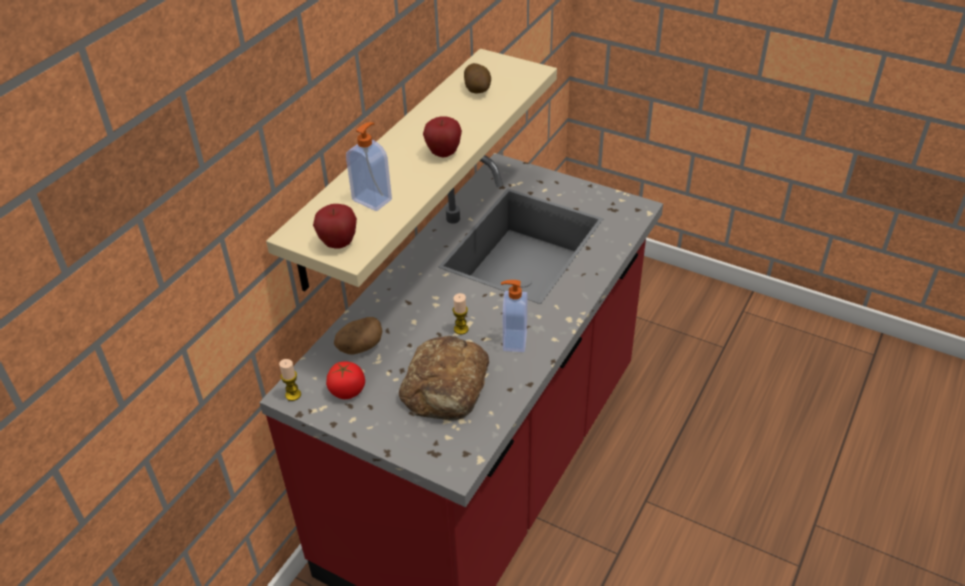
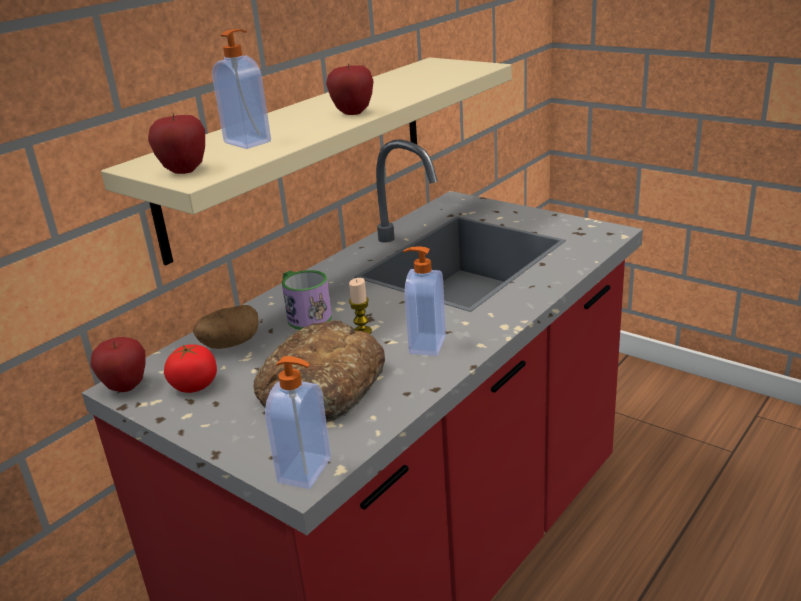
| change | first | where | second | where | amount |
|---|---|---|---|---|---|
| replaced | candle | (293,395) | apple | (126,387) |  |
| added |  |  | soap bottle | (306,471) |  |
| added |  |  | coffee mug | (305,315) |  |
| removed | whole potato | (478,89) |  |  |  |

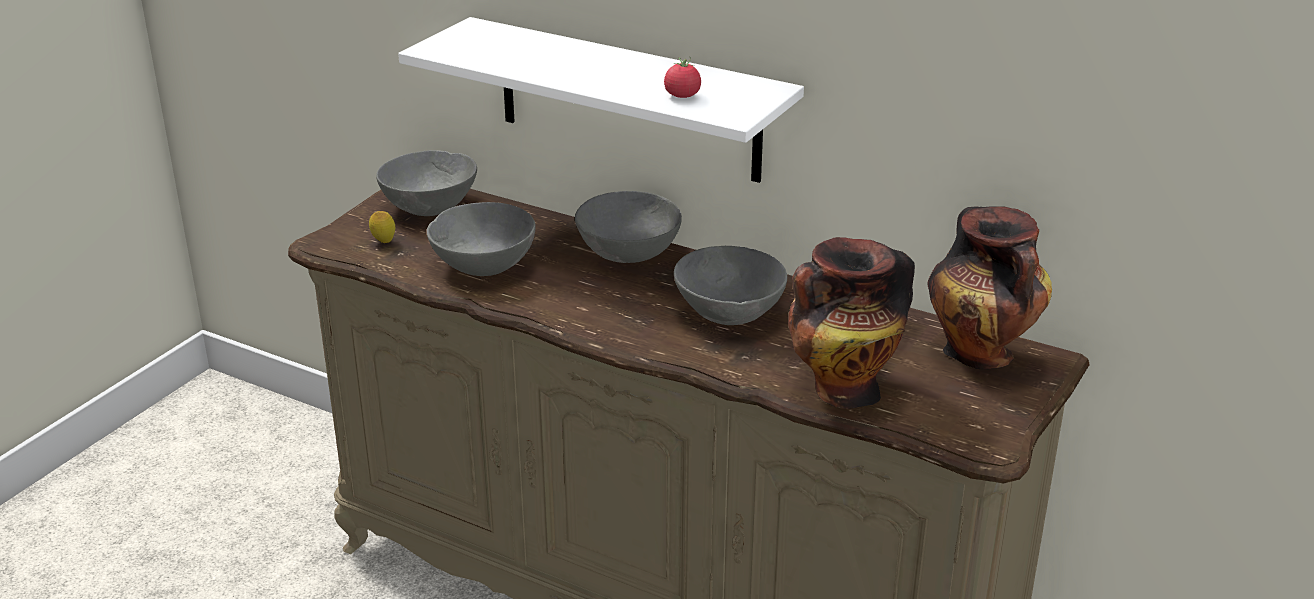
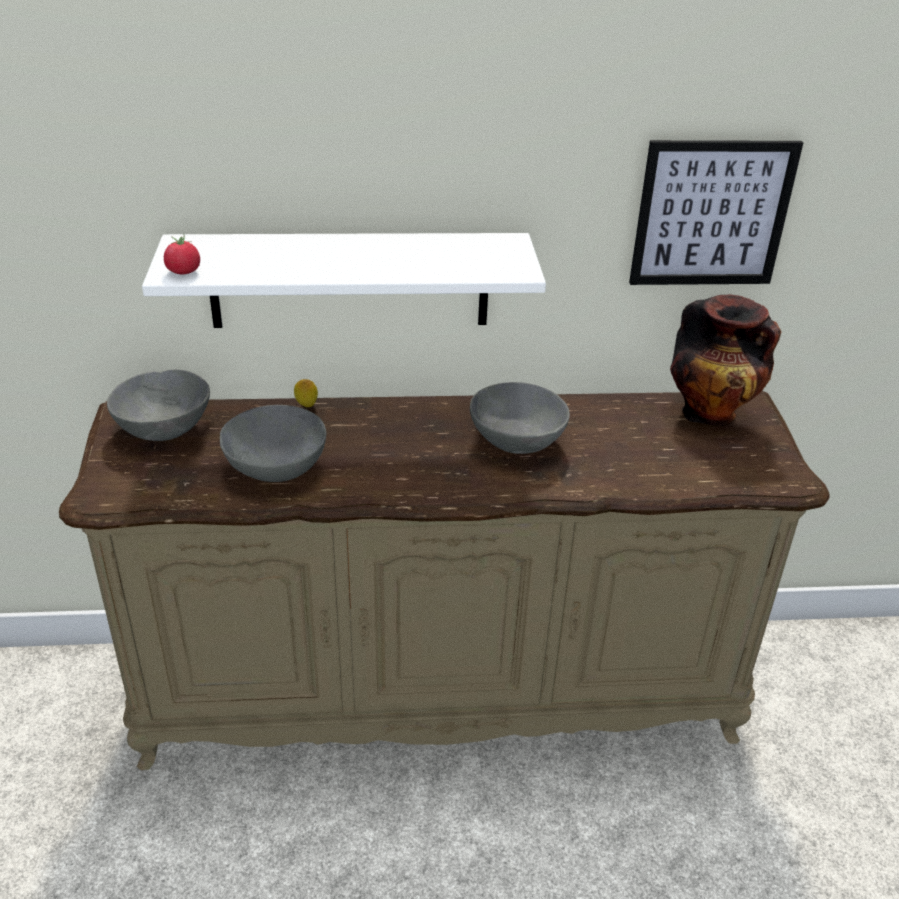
| change | first | where | second | where | amount |
|---|---|---|---|---|---|
| moved | whole tomato | (682,95) |  | (183,272) |  |
| moved | citrus fruit | (383,242) |  | (306,406) |  |
| added |  |  | wall art | (711,214) |  |
| removed | greyish serving bowl | (629,253) |  |  |  |
| removed | decorative vase | (843,390) |  |  |  |

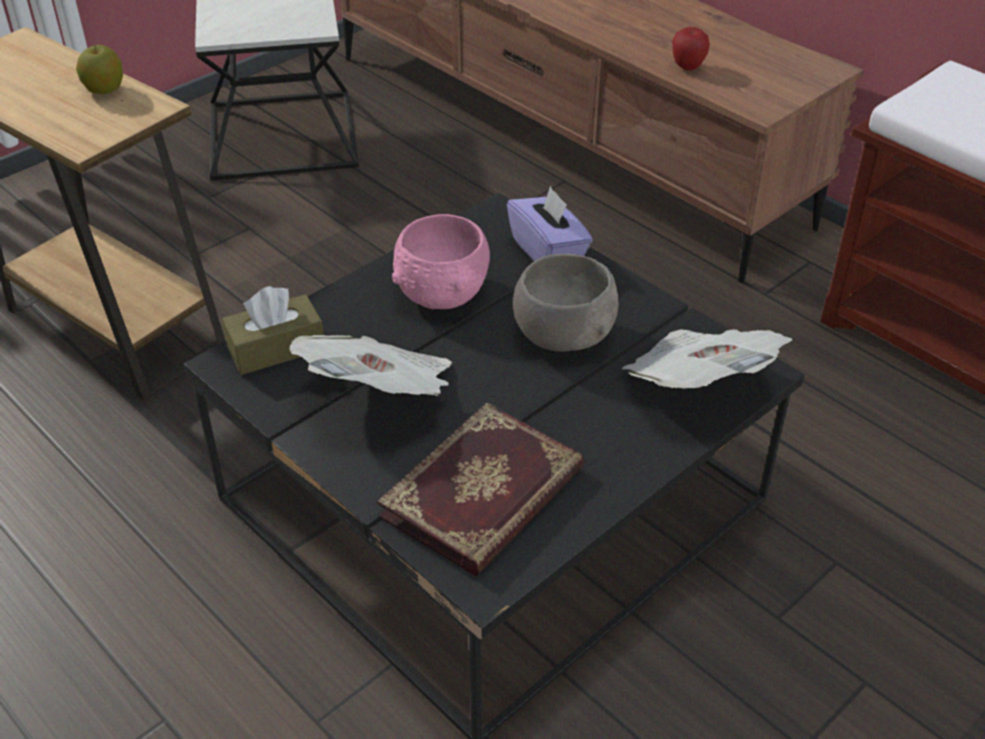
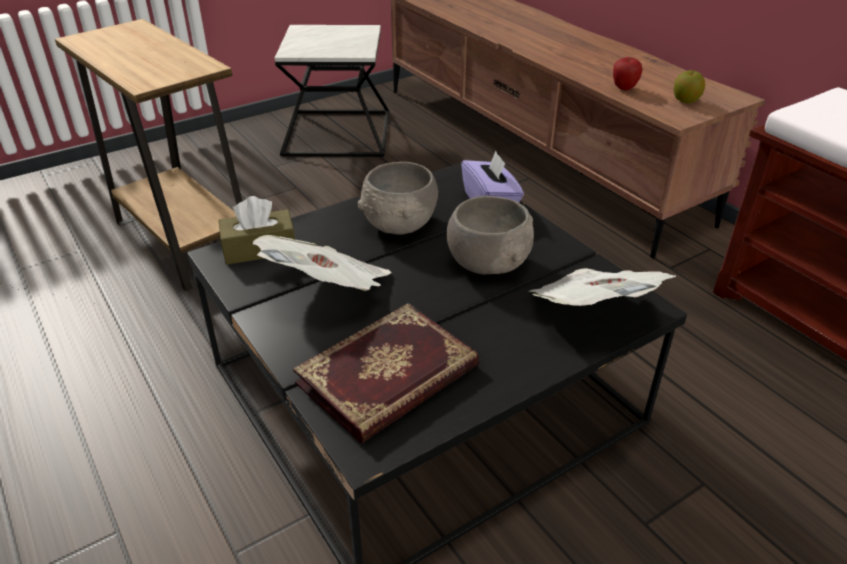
| change | first | where | second | where | amount |
|---|---|---|---|---|---|
| recoloured | pinkish serving bowl | (443,292) | greyish serving bowl | (400,223) |  |
| moved | apple | (105,90) |  | (685,101) |  |

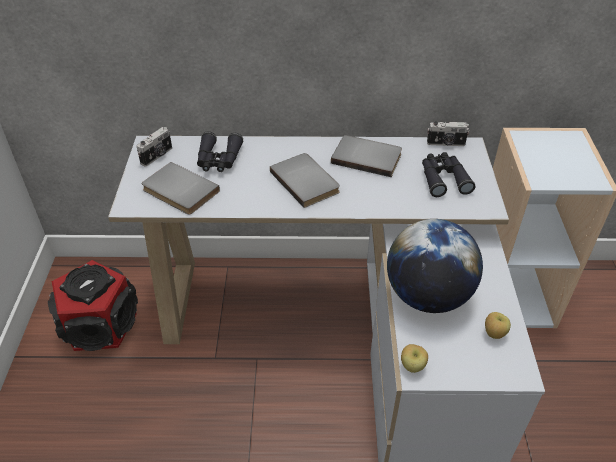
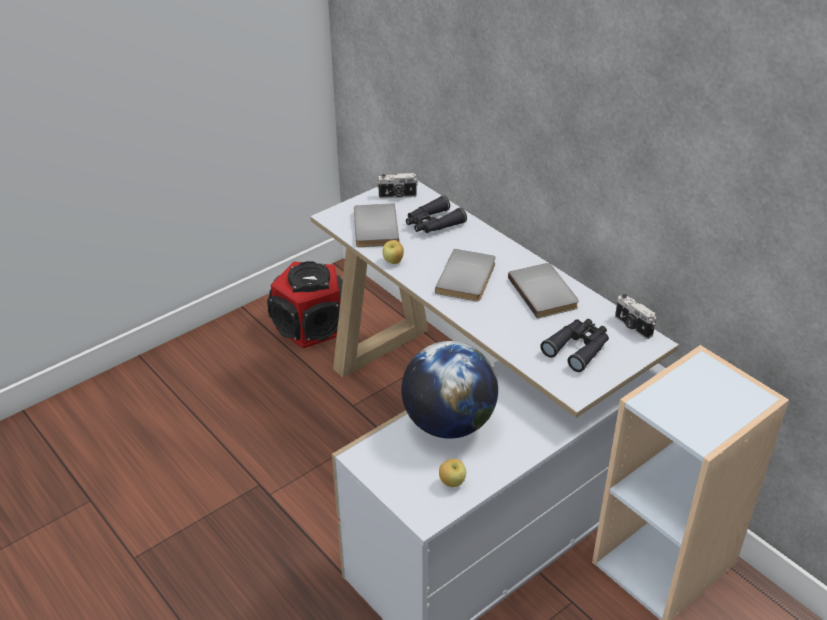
| change | first | where | second | where | amount |
|---|---|---|---|---|---|
| moved | apple | (412,366) |  | (393,261) |  |

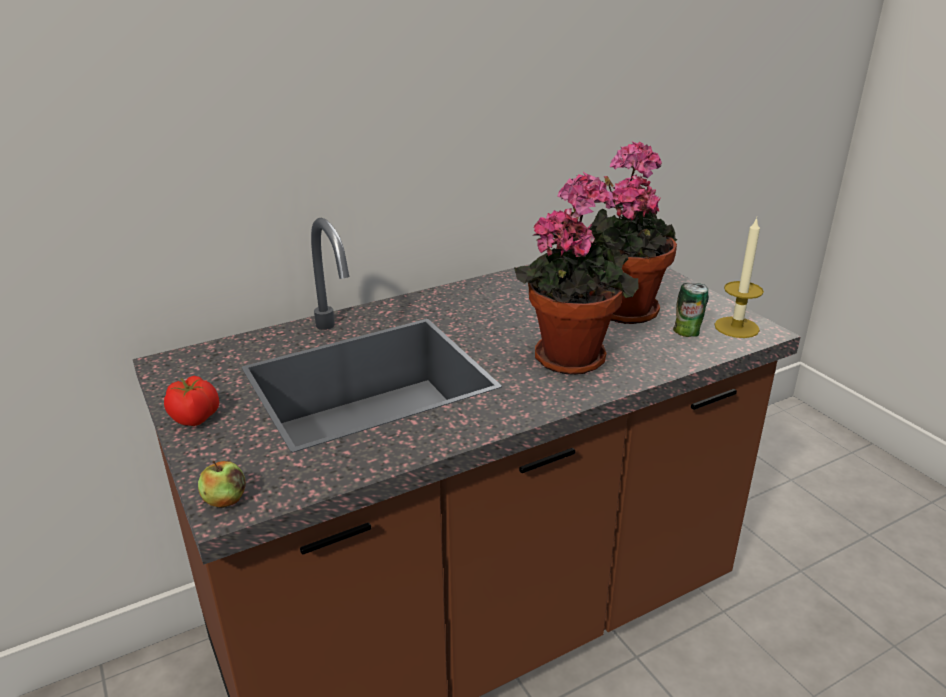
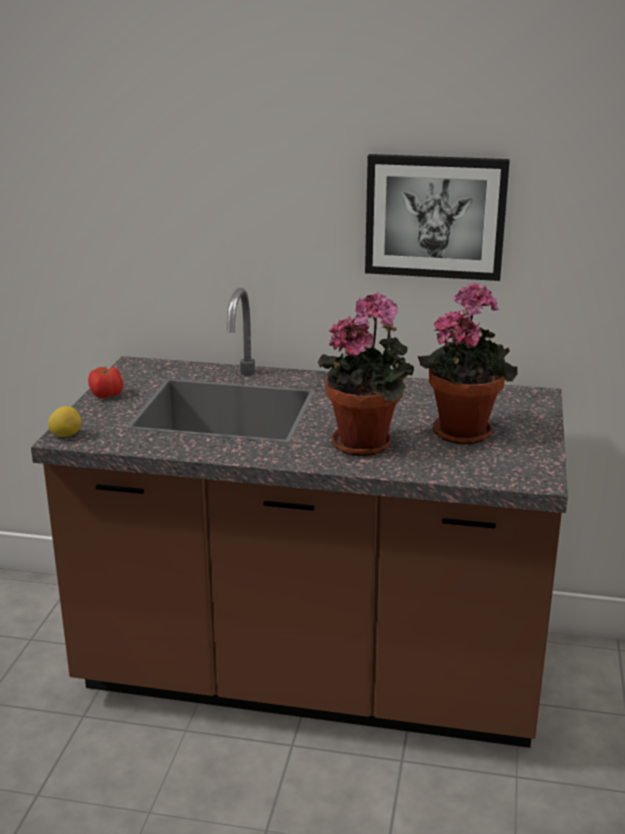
| change | first | where | second | where | amount |
|---|---|---|---|---|---|
| replaced | apple | (225,500) | citrus fruit | (66,435) |  |
| added |  |  | wall art | (435,216) |  |
| removed | sealed can | (687,333) |  |  |  |
| removed | candle | (736,327) |  |  |  |

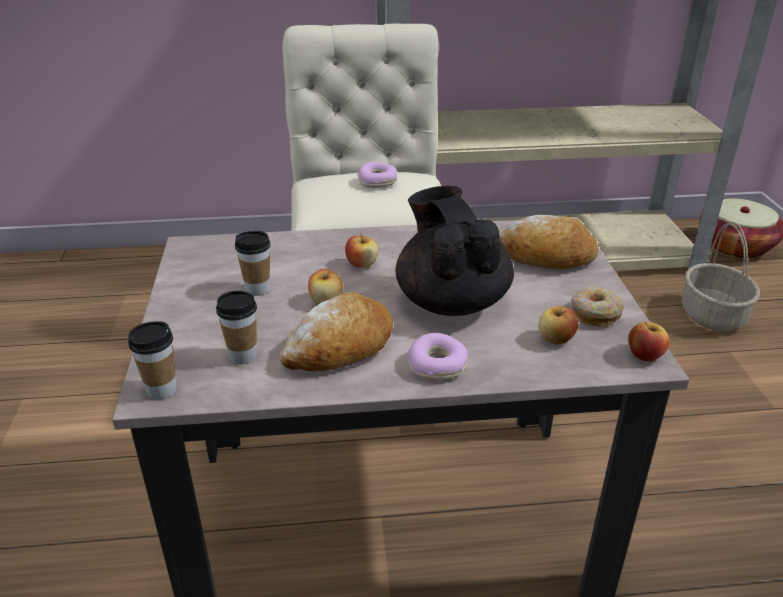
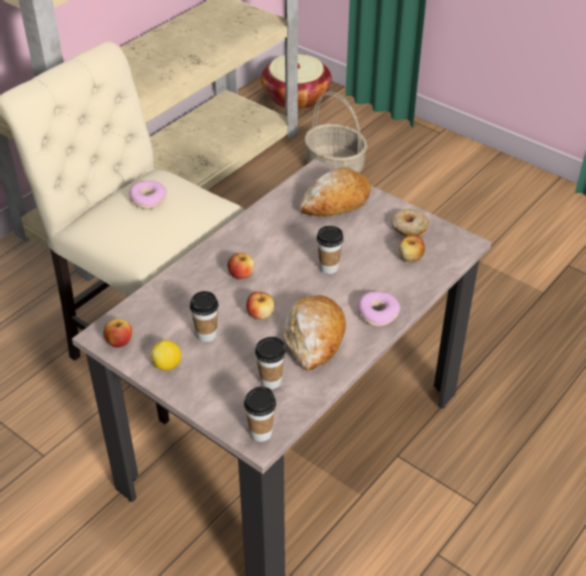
| change | first | where | second | where | amount |
|---|---|---|---|---|---|
| moved | apple | (644,355) |  | (119,342) |  |
| added |  |  | citrus fruit | (168,365) |  |
| replaced | black-coloured tea pot | (451,301) | drinking cup | (329,268) |  |

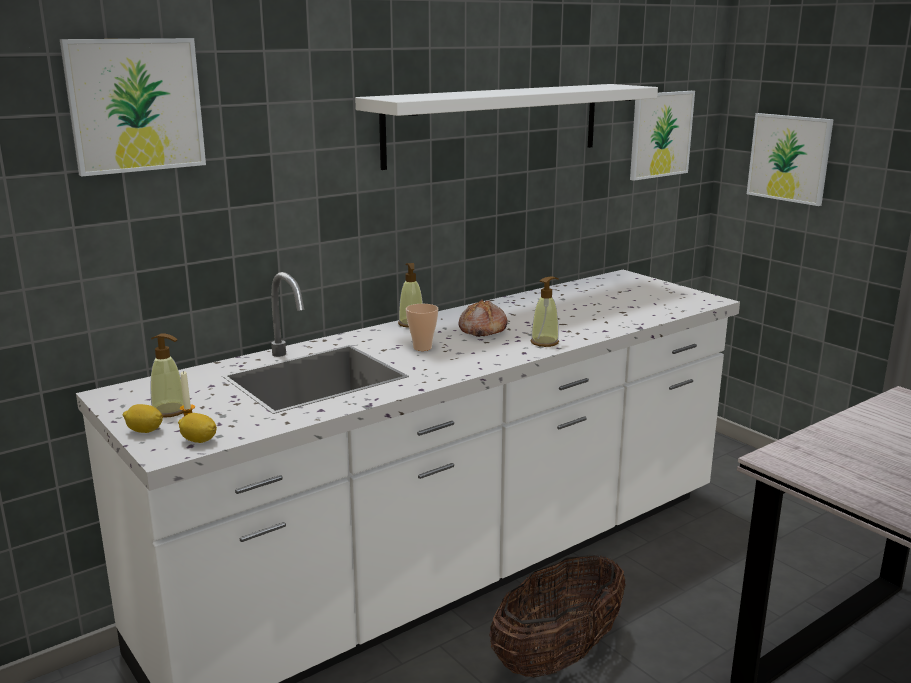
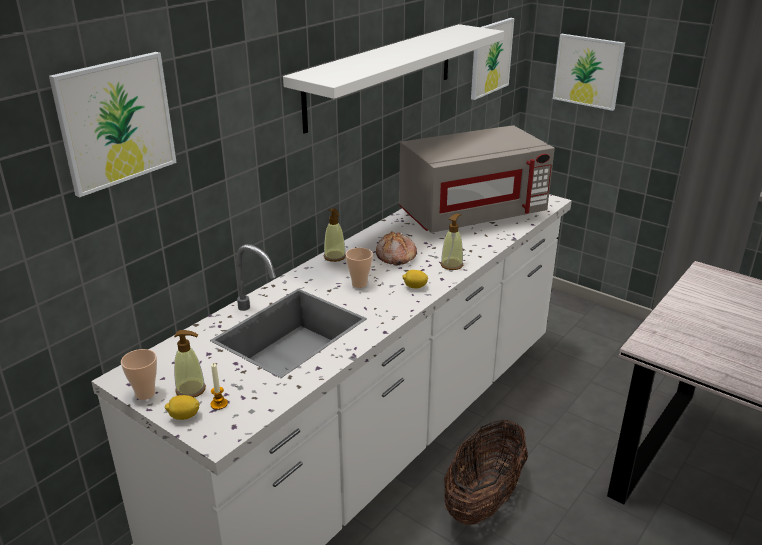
| change | first | where | second | where | amount |
|---|---|---|---|---|---|
| added |  |  | drinking cup | (145,394) |  |
| added |  |  | greyish microwave oven | (471,214) |  |
| moved | citrus fruit | (199,441) |  | (415,287) |  |

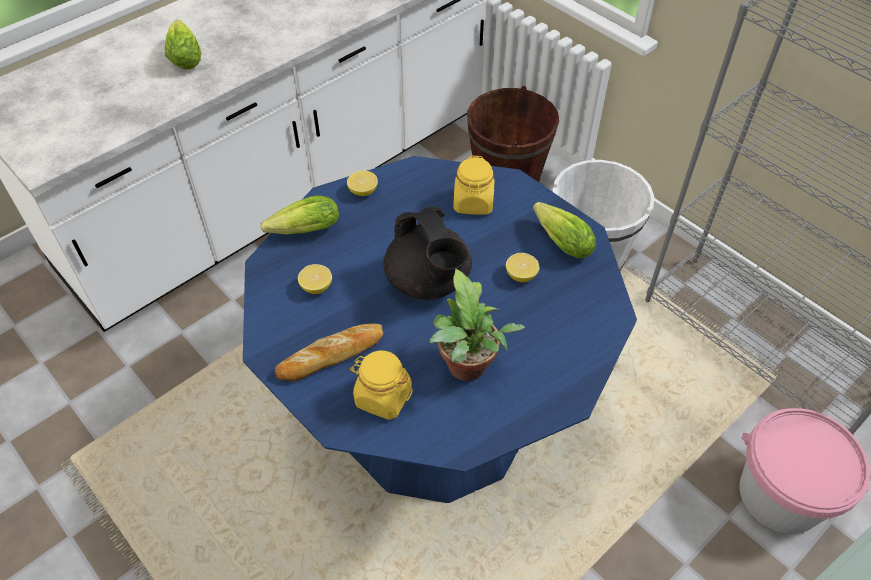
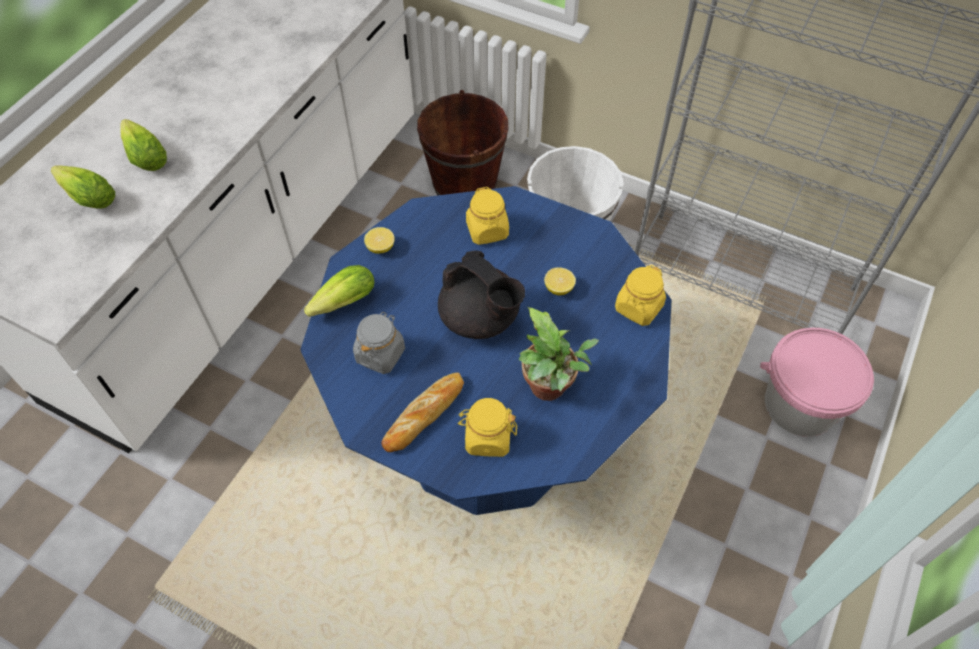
| change | first | where | second | where | amount |
|---|---|---|---|---|---|
| moved | lettuce | (559,240) |  | (87,196) |  |
| replaced | citrus fruit | (316,287) | greyish preserve jar | (380,354) |  |
| added |  |  | yellow-coloured preserve jar | (638,308) |  |

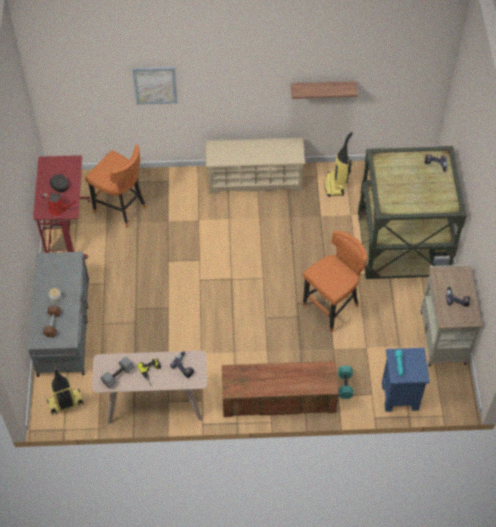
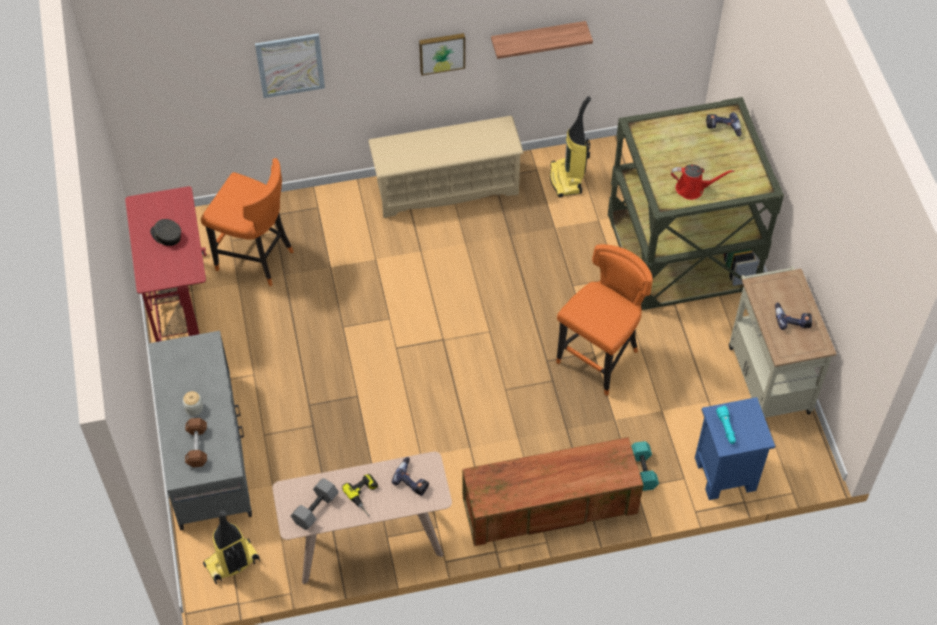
| change | first | where | second | where | amount |
|---|---|---|---|---|---|
| added |  |  | wall art | (441,52) |  |
| moved | red watering pot | (59,209) |  | (693,189) |  |

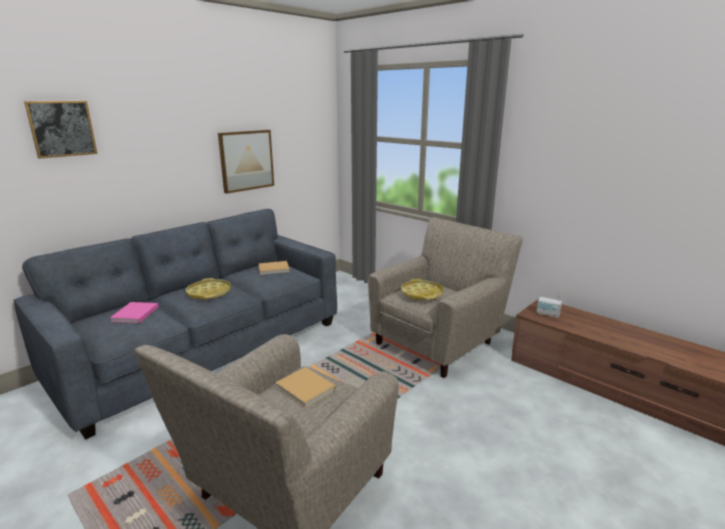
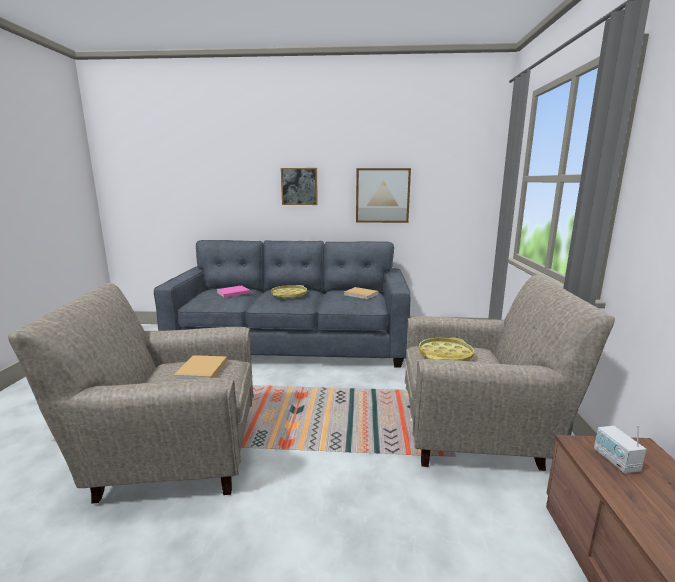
| change | first | where | second | where | amount |
|---|---|---|---|---|---|
| moved | wall art | (62,128) |  | (299,186) |  |

